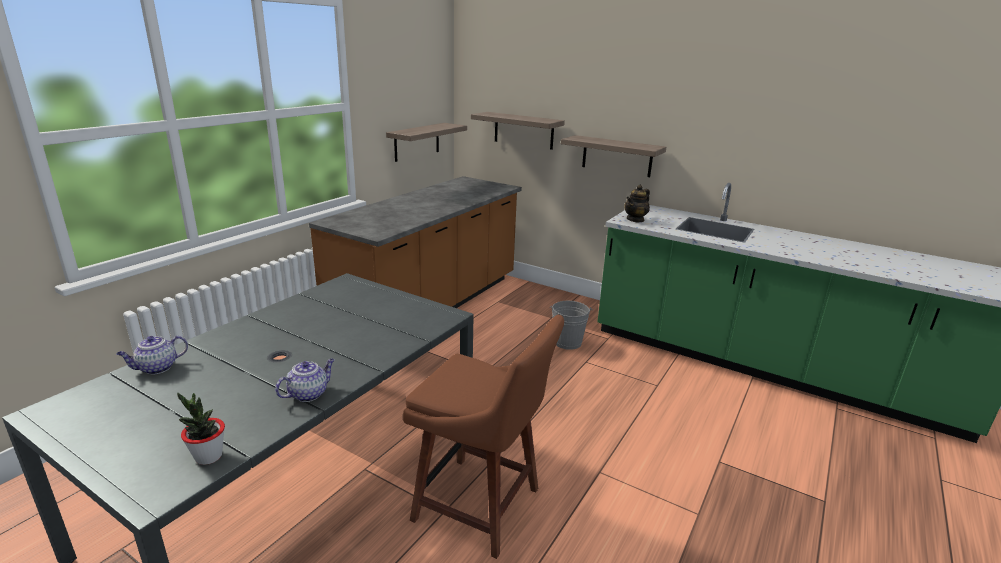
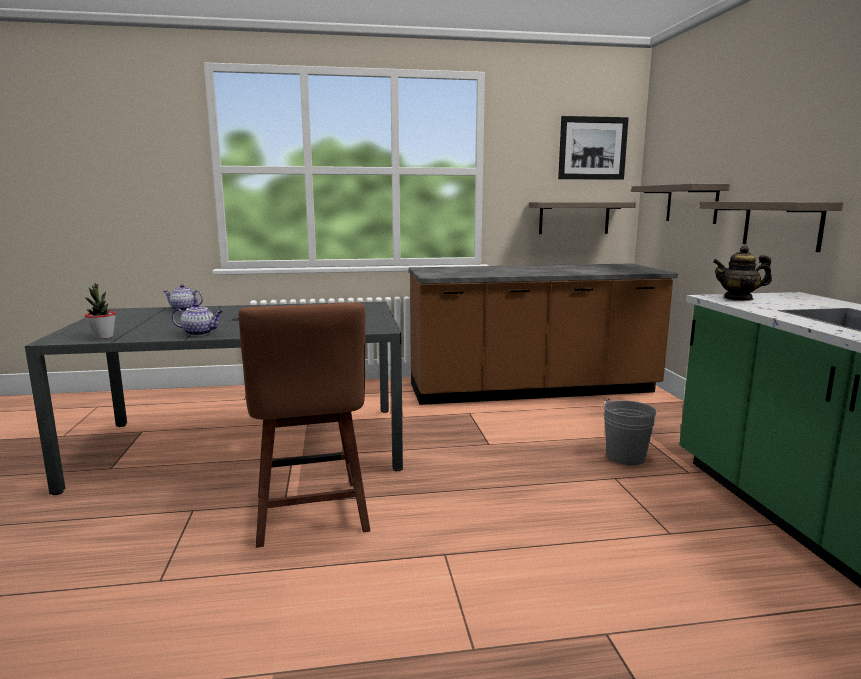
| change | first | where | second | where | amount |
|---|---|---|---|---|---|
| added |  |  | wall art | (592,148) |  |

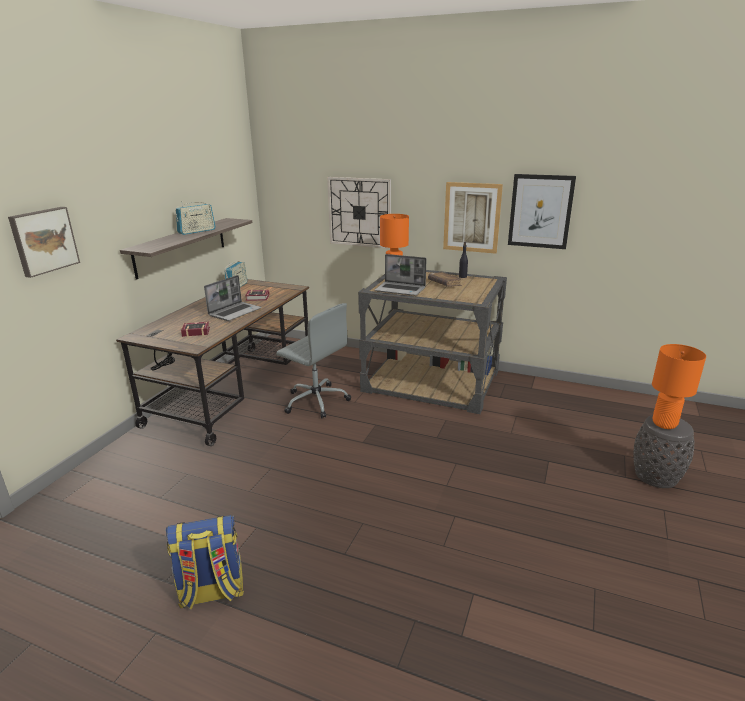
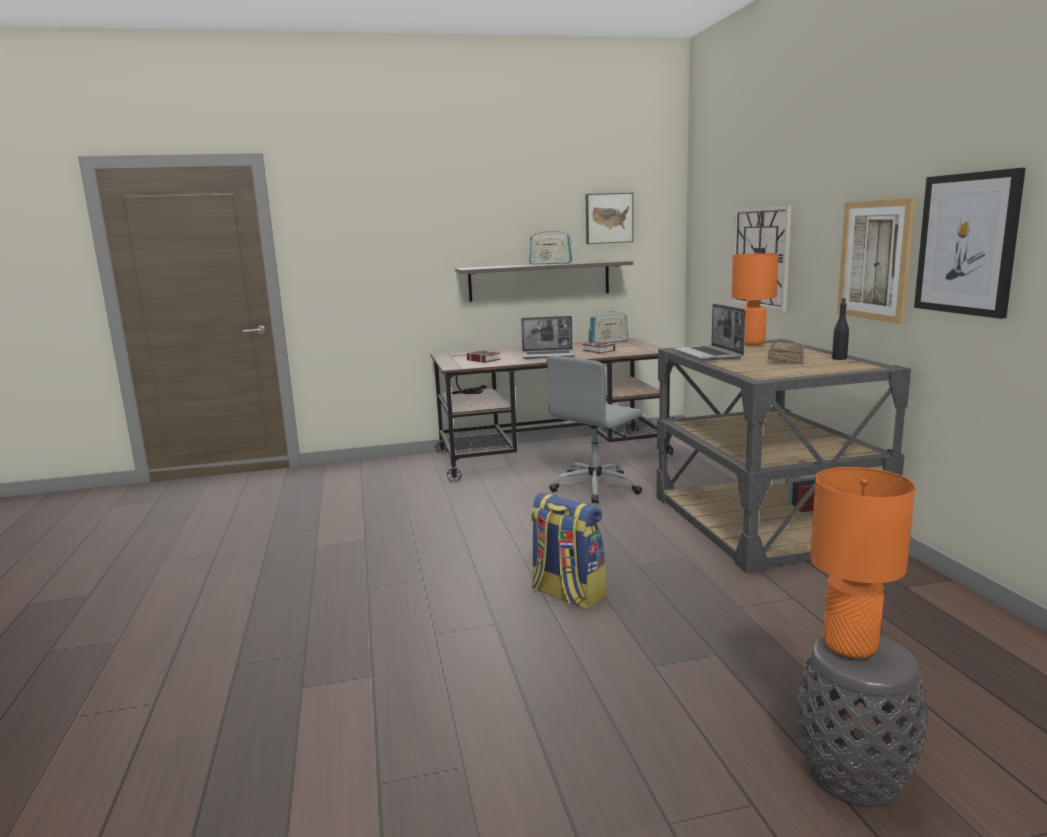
| change | first | where | second | where | amount |
|---|---|---|---|---|---|
| moved | backpack | (211,592) |  | (567,594) |  |
| turned | greyish desk chair | (315,401) |  | (596,487) | 45 degrees clockwise |
| moved | wall art | (43,240) |  | (608,218) |  |

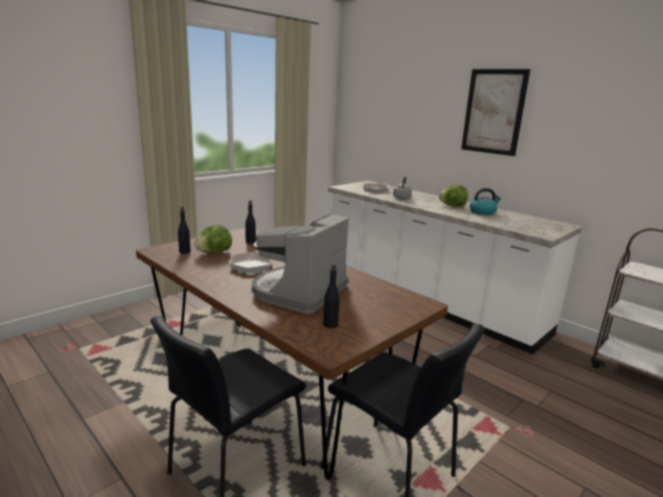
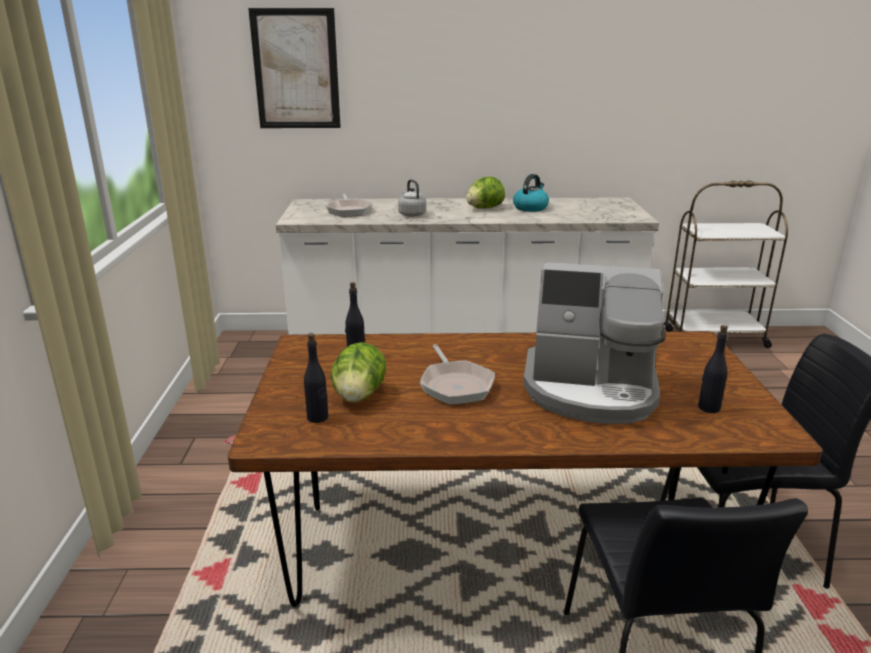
| change | first | where | second | where | amount |
|---|---|---|---|---|---|
| moved | wall art | (493,112) |  | (296,69) |  |
| turned | coffee machine | (298,292) |  | (590,390) | 60 degrees counterclockwise |

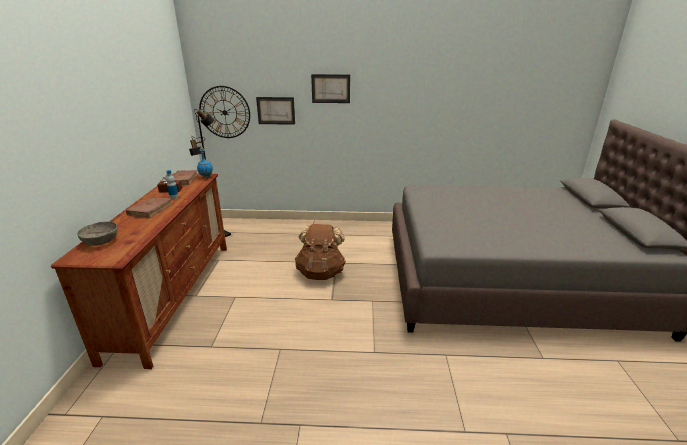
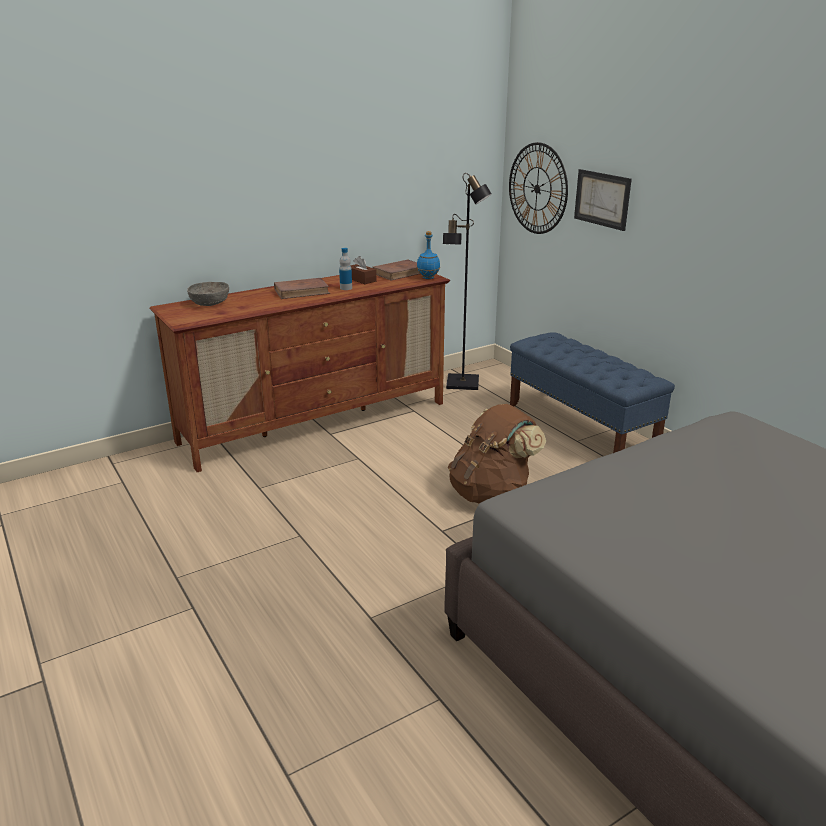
| change | first | where | second | where | amount |
|---|---|---|---|---|---|
| added |  |  | bluish indoor bench | (581,427) |  |
| removed | wall art | (330,88) |  |  |  |

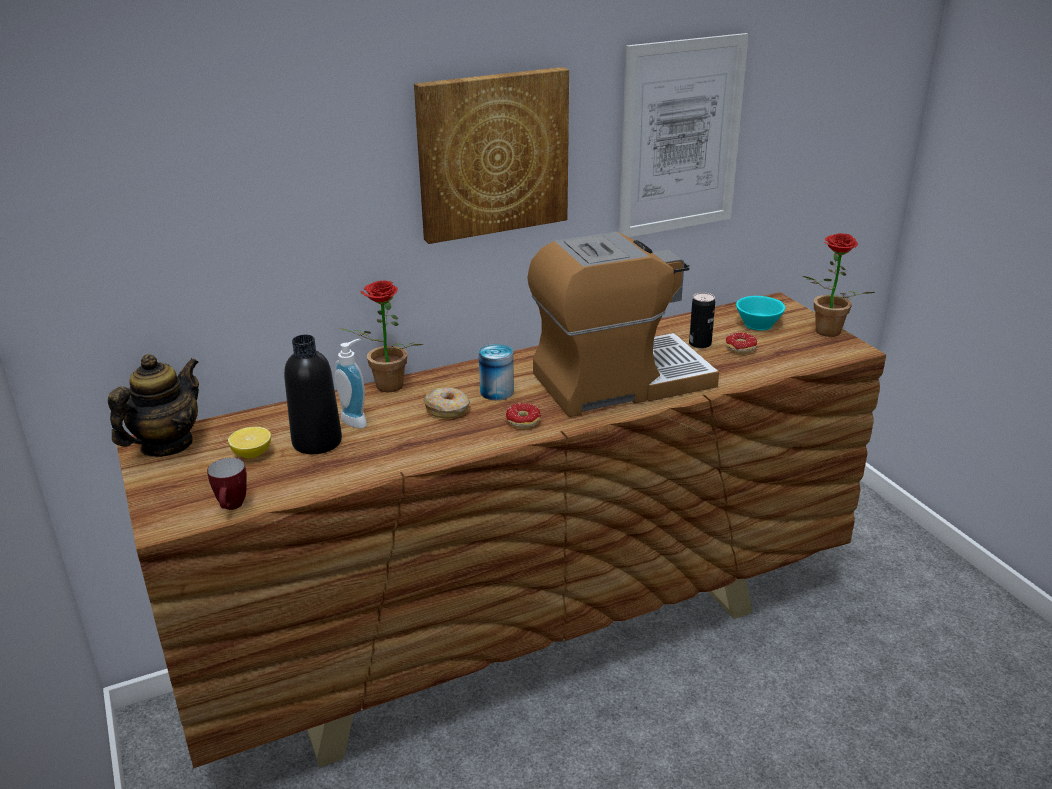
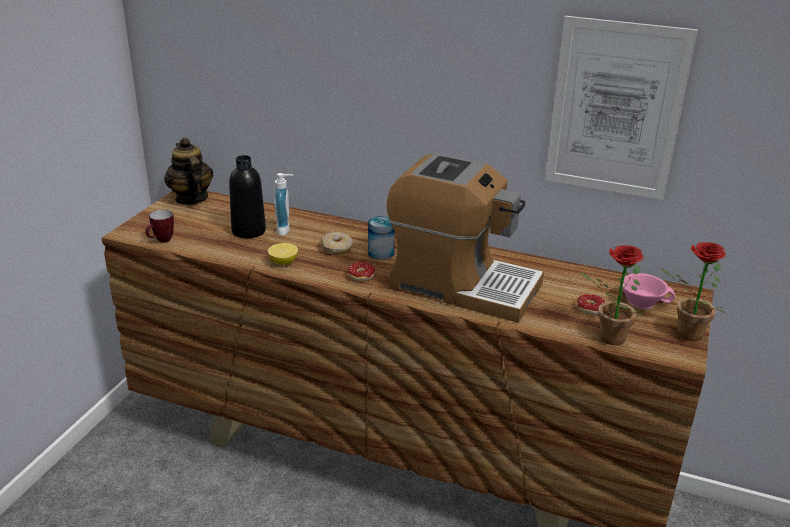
| change | first | where | second | where | amount |
|---|---|---|---|---|---|
| turned | tea pot | (166,445) |  | (191,199) | 105 degrees counterclockwise |
| moved | citrus fruit | (252,454) |  | (283,262) |  |
| moved | plant in a pot | (385,388) |  | (606,338) |  |
| recoloured | blue-green drinking cup | (758,323) | pinkish drinking cup | (642,301) |  |
| removed | wall art | (492,154) |  |  |  |
| removed | sealed can | (700,344) |  |  |  |

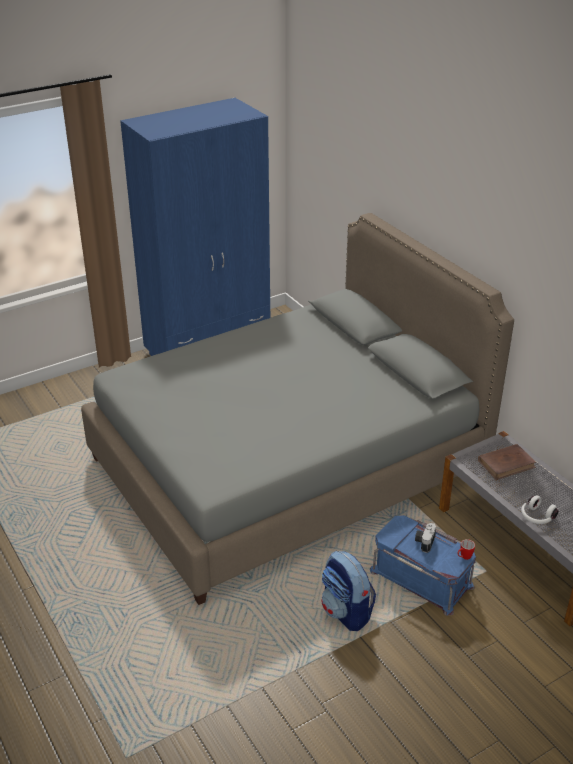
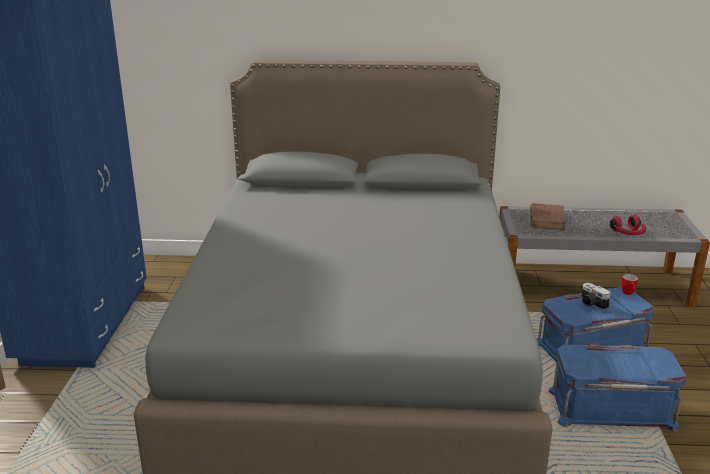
| change | first | where | second | where | amount |
|---|---|---|---|---|---|
| replaced | backpack | (346,612) | bluish storage bin | (611,408) |  |
| recoloured | whitish headset | (536,517) | red headset | (628,233) |  |

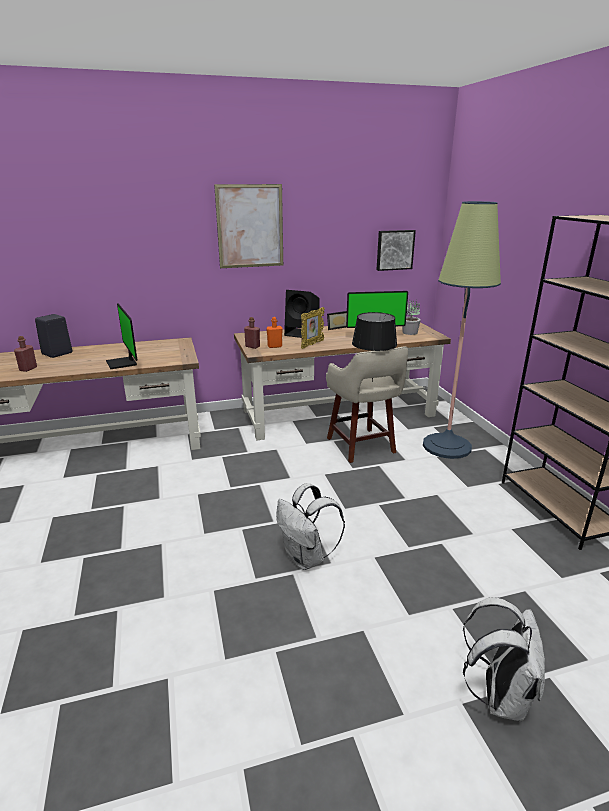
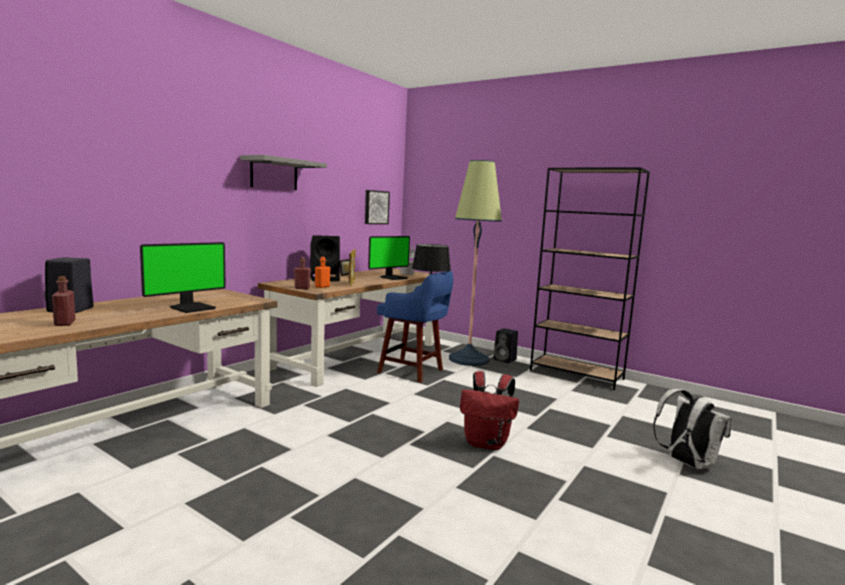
| change | first | where | second | where | amount |
|---|---|---|---|---|---|
| turned | computer display | (123,363) |  | (192,308) | 75 degrees counterclockwise |
| replaced | wall art | (250,226) | greyish bracket shelf | (274,174) |  |
| recoloured | beige-coloured stool | (361,447) | bluish stool | (413,372) |  |
| recoloured | whitish backpack | (307,558) | red backpack | (487,443) |  |
| added |  |  | black-coloured speaker | (505,360) |  |

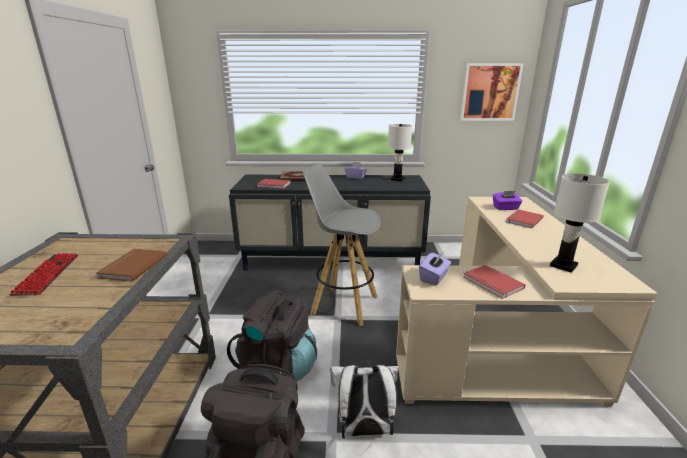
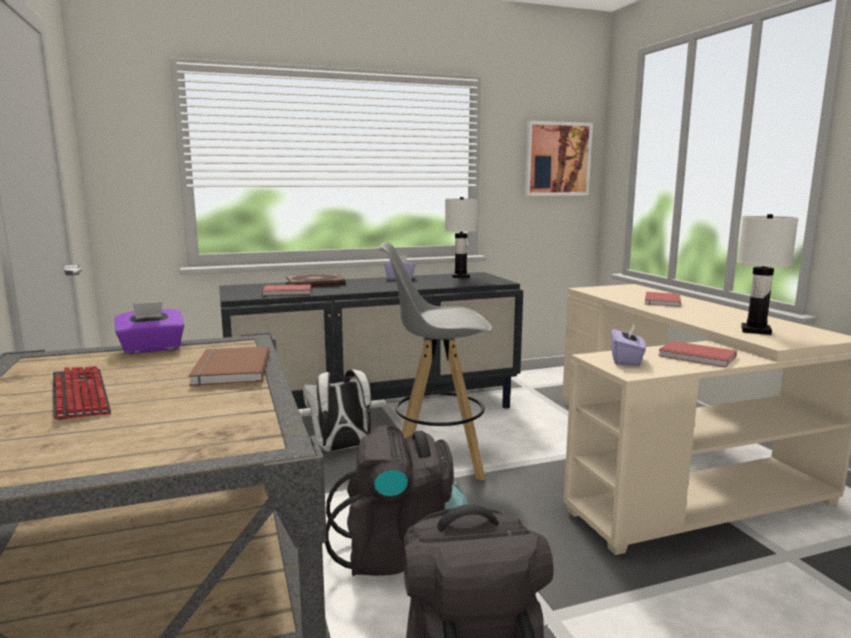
| change | first | where | second | where | amount |
|---|---|---|---|---|---|
| moved | purple-coloured tissue box | (505,208) |  | (152,348) |  |
| moved | whitish backpack | (364,430) |  | (341,448) |  |

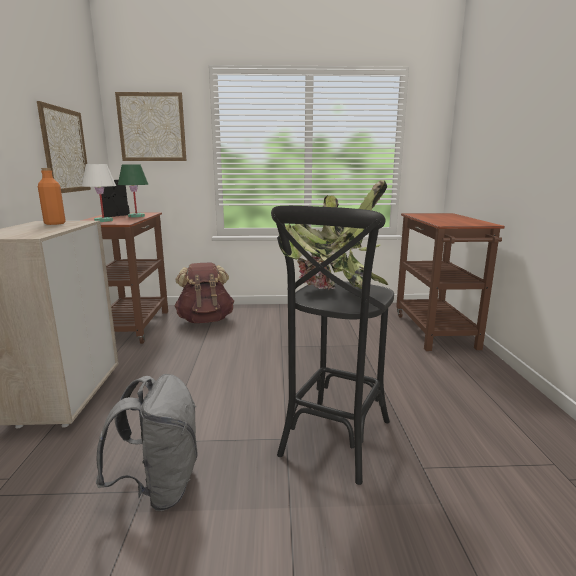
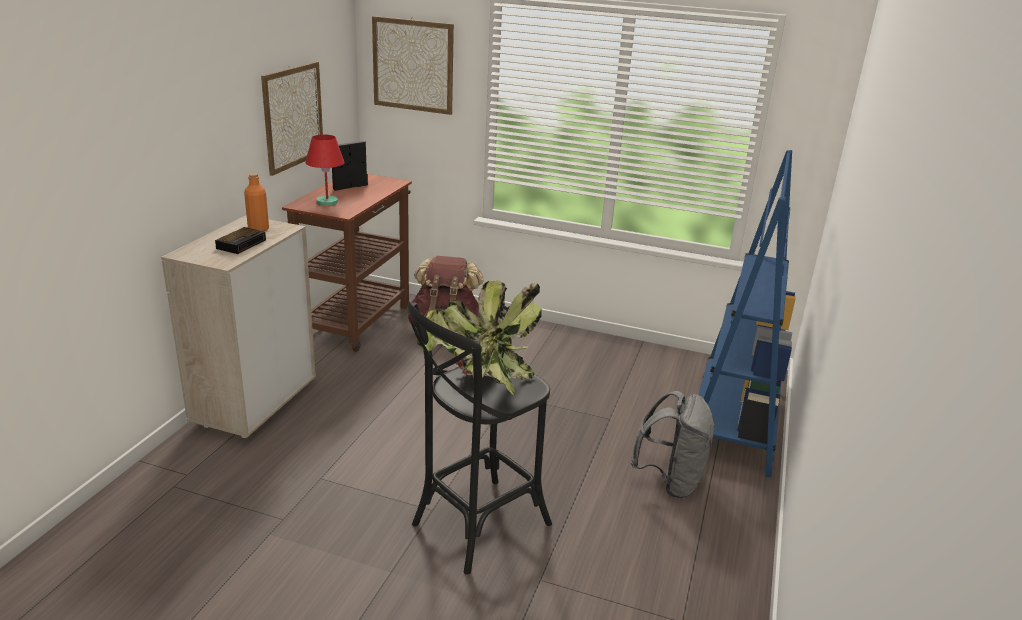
| change | first | where | second | where | amount |
|---|---|---|---|---|---|
| added |  |  | bedside clock | (242,244) |  |
| recoloured | whitish tabletop lamp | (103,221) | red tabletop lamp | (326,202) |  |
| moved | greyish backpack | (159,487) |  | (670,481) |  |
| replaced | brown-coloured wheeled cart | (435,331) | bluish bookcase | (733,423) |  |
| removed | green-coloured tabletop lamp | (136,216) |  |  |  |

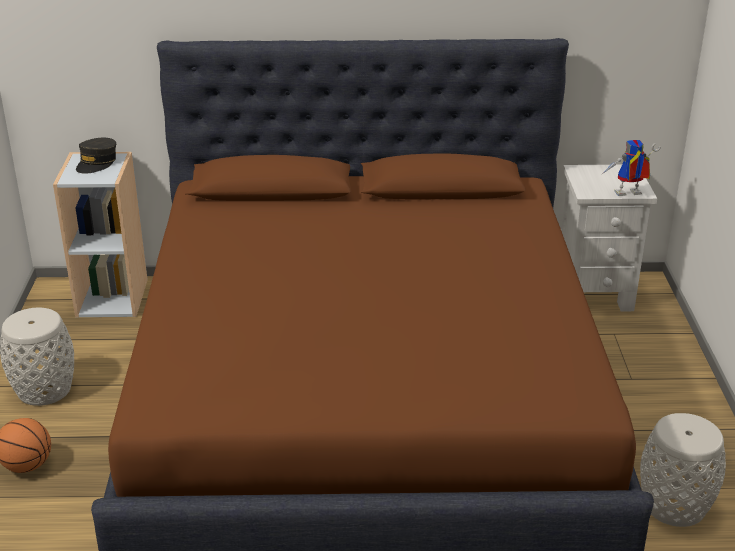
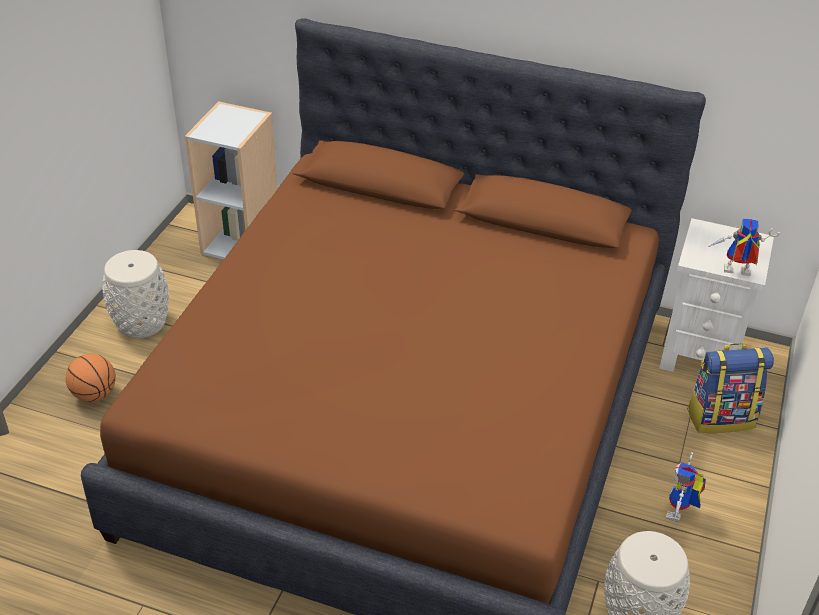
| change | first | where | second | where | amount |
|---|---|---|---|---|---|
| added |  |  | model robot | (679,514) |  |
| added |  |  | backpack | (720,417) |  |
| removed | greyish baseball cap | (97,163) |  |  |  |

